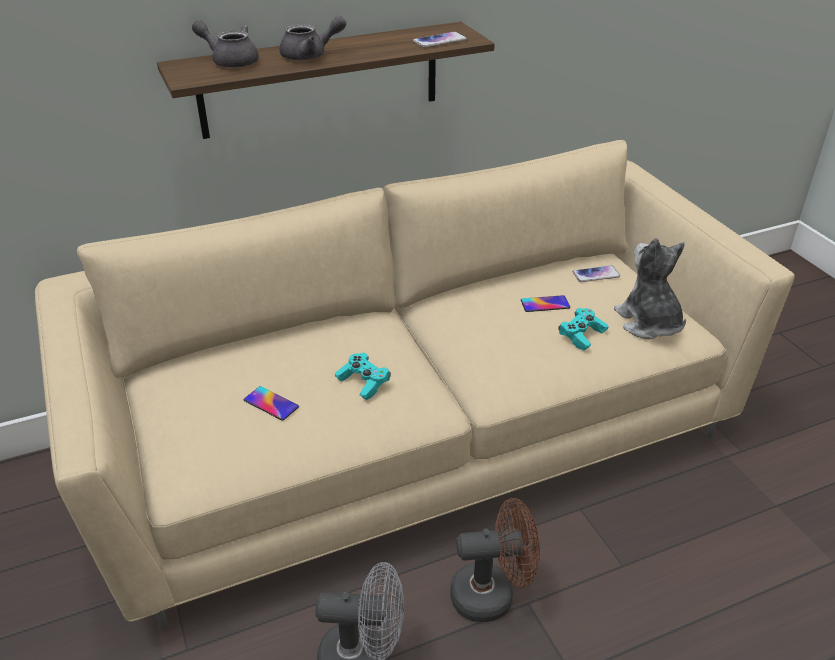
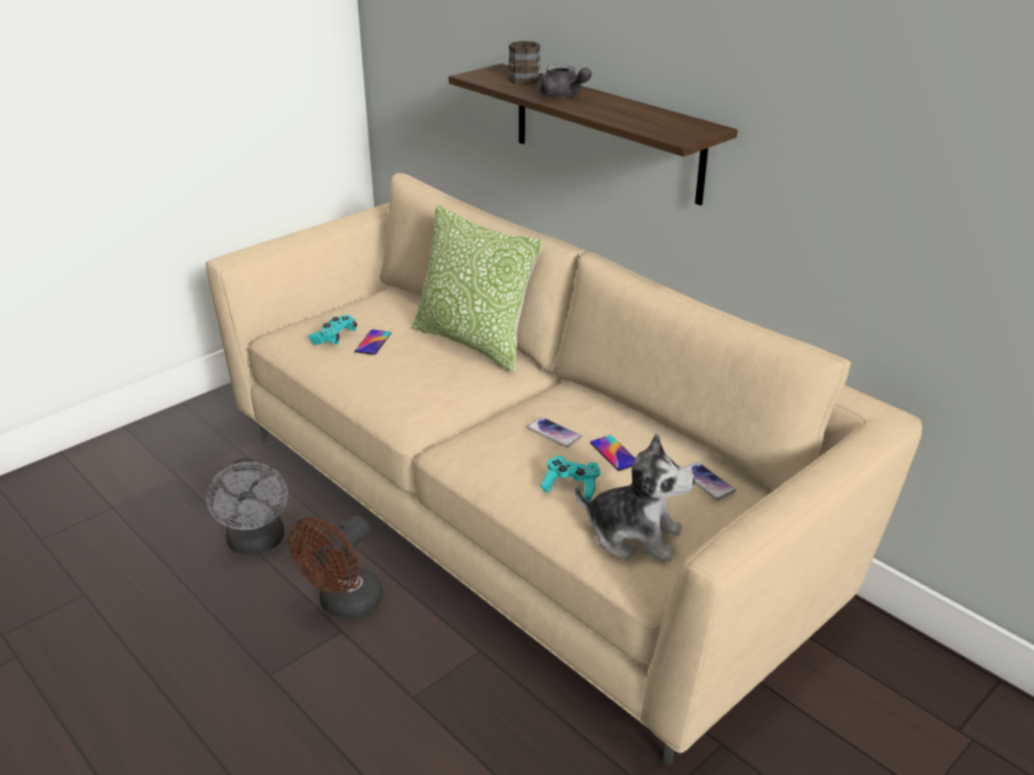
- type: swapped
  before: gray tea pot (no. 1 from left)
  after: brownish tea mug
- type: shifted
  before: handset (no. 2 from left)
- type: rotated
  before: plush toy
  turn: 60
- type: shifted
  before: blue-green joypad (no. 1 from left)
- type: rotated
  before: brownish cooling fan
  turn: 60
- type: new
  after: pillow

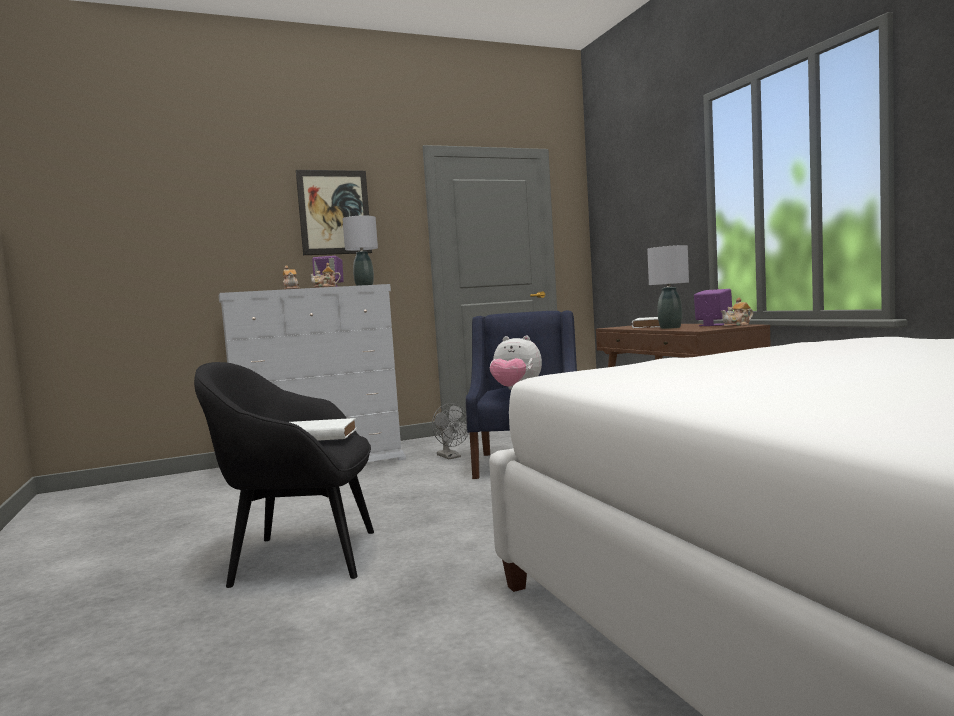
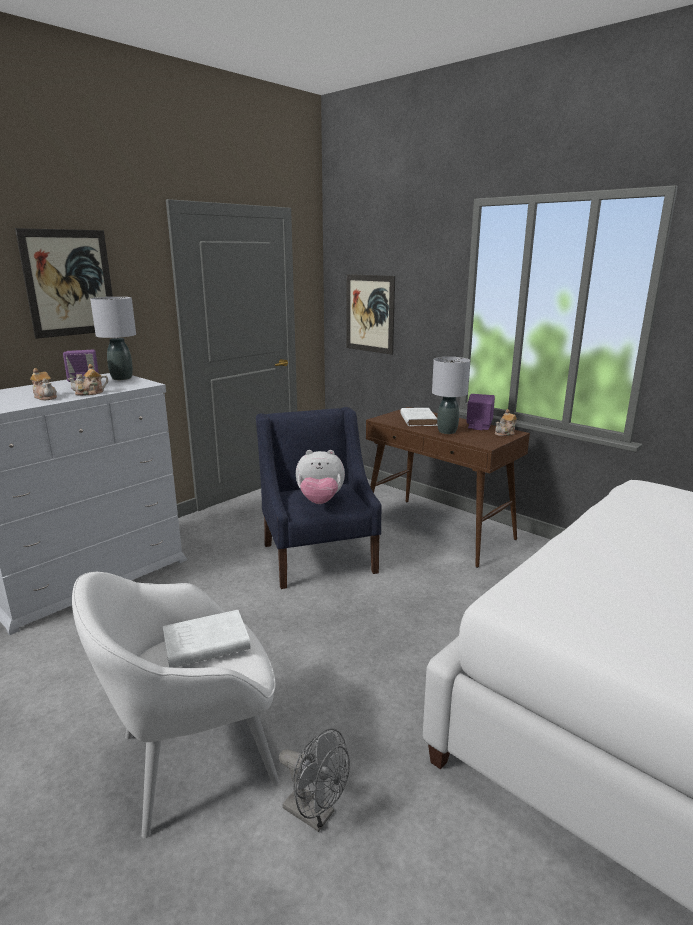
- type: repainted
  before: black-coloured lounge chair
  after: whitish lounge chair
- type: shifted
  before: gray cooling fan
- type: new
  after: wall art (no. 2 from left)

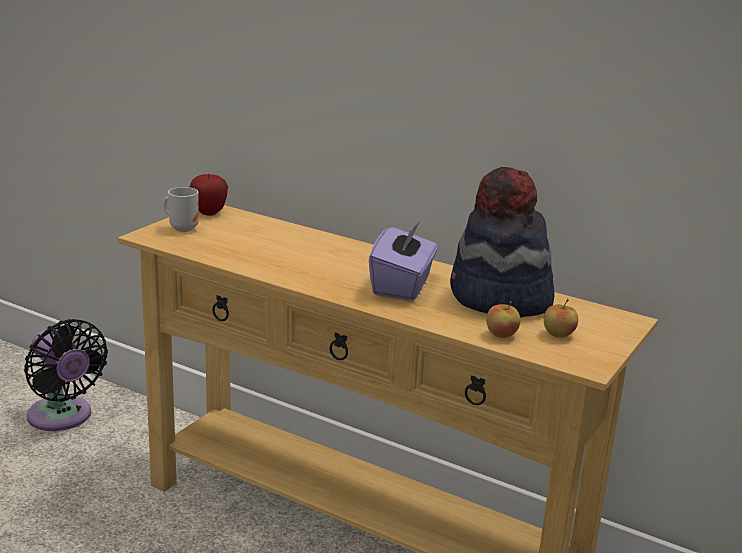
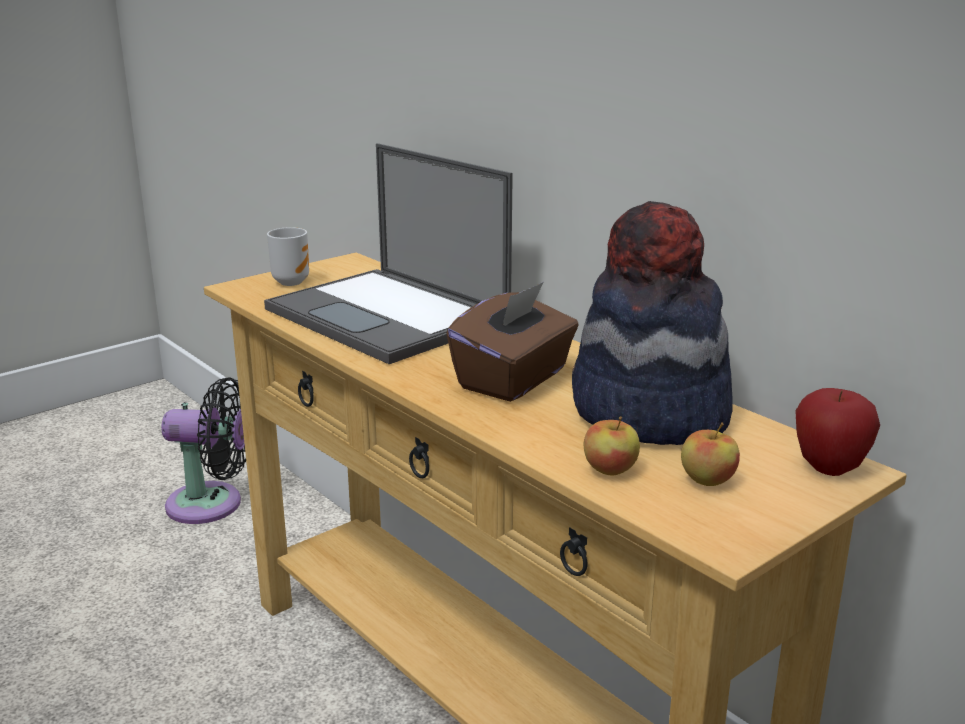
- type: shifted
  before: whole apple (no. 1 from left in the first image)
  after: whole apple (no. 3 from left)
- type: repainted
  before: purplish tissue box
  after: brownish tissue box
- type: rotated
  before: black-coloured cooling fan
  turn: -60
- type: new
  after: notebook computer

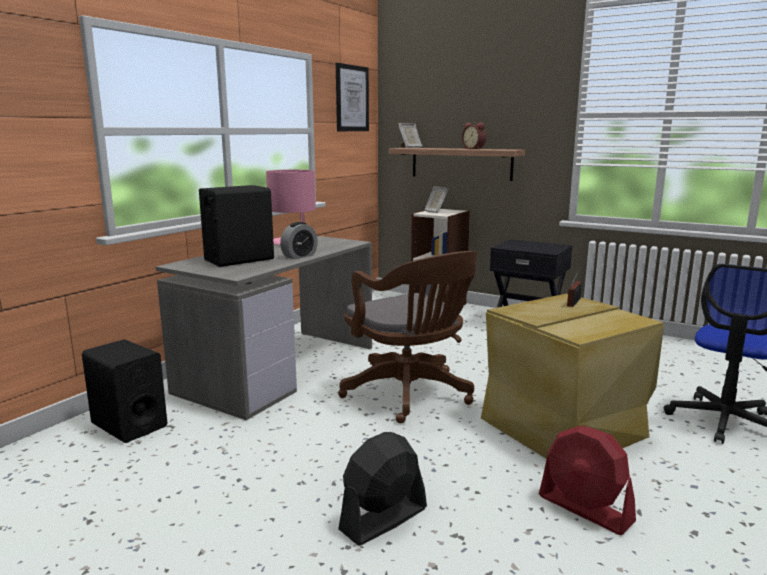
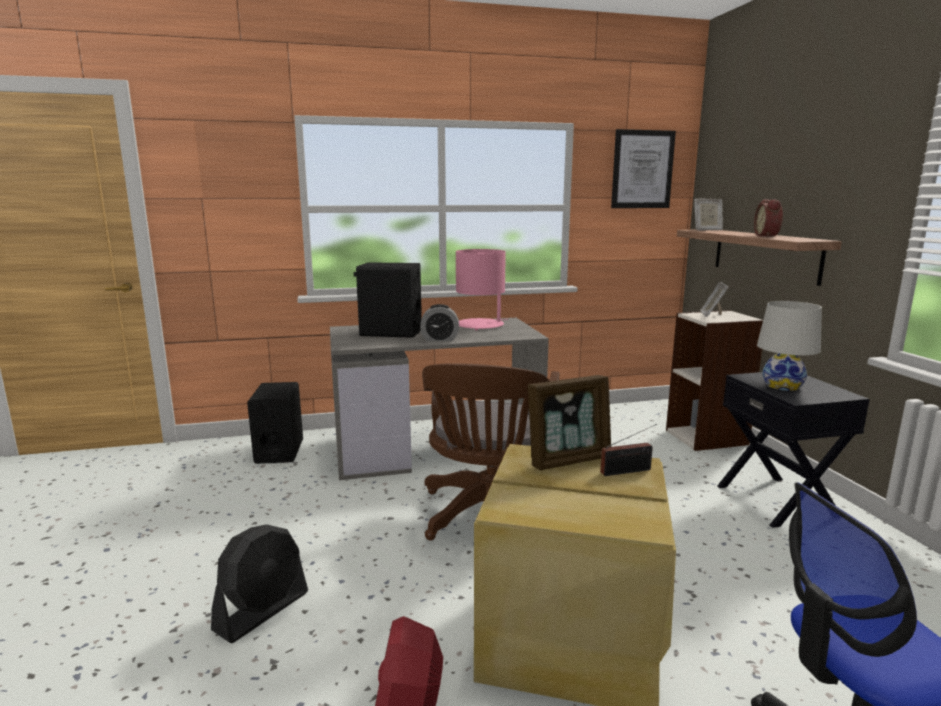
- type: rotated
  before: black-coloured cooling fan
  turn: 120
- type: new
  after: whitish lamp for a table
- type: new
  after: standing frame (no. 1 from left)

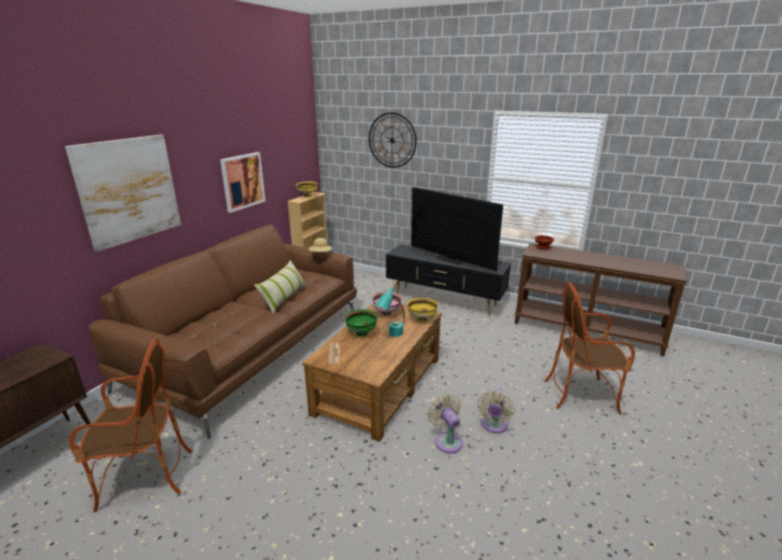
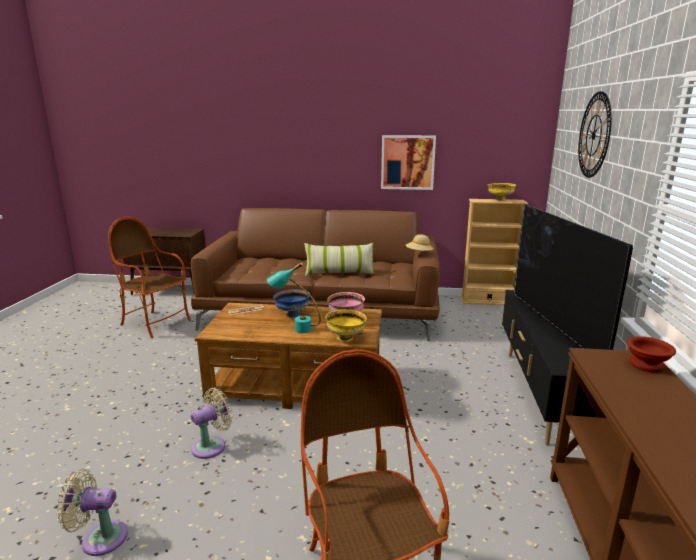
- type: gone
  before: wall art (no. 1 from left)
- type: rotated
  before: television
  turn: 150
- type: repainted
  before: green-coloured serving bowl
  after: blue-coloured serving bowl
- type: rotated
  before: lounge chair (no. 1 from left)
  turn: 150
- type: shifted
  before: sand-coloured cooling fan (no. 2 from left in the first image)
  after: sand-coloured cooling fan (no. 1 from left)

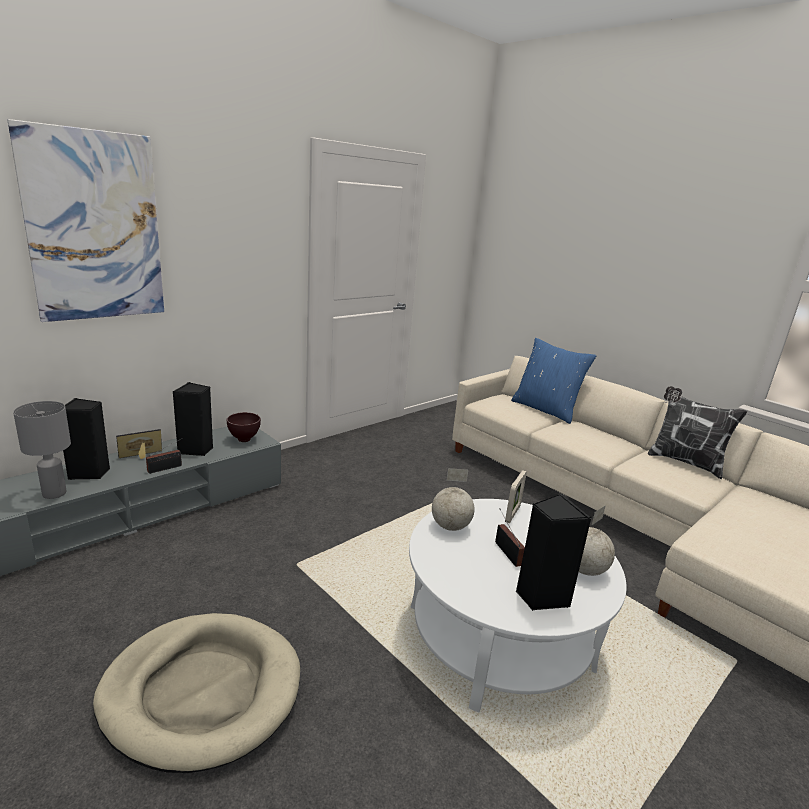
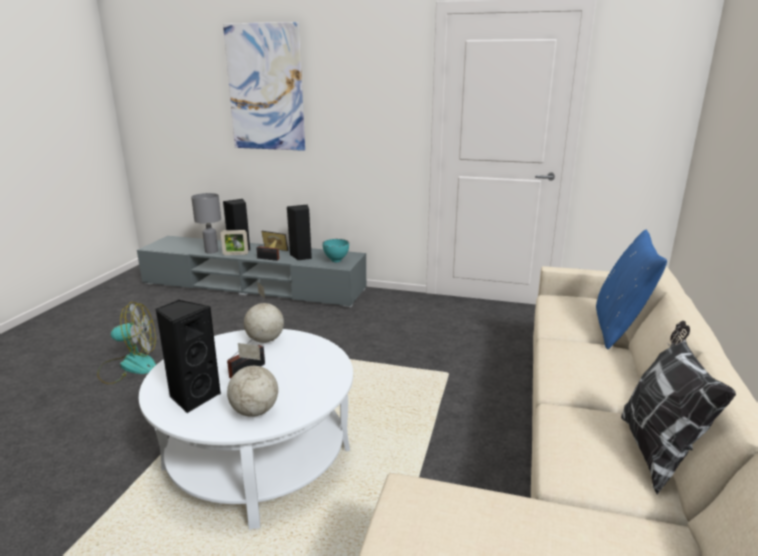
- type: repainted
  before: brownish serving bowl
  after: blue-green serving bowl
- type: shifted
  before: standing frame (no. 2 from left in the first image)
  after: standing frame (no. 1 from left)
- type: swapped
  before: sand-coloured pet bed
  after: cooling fan

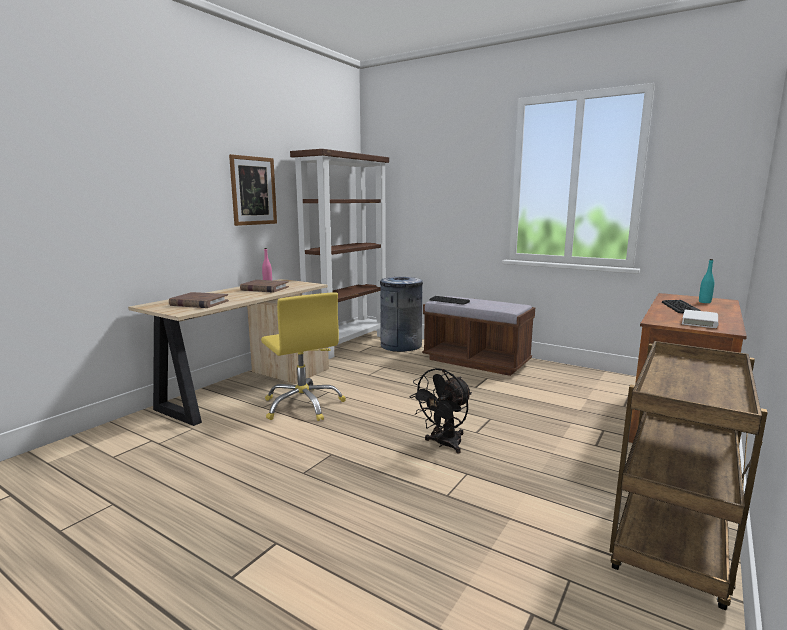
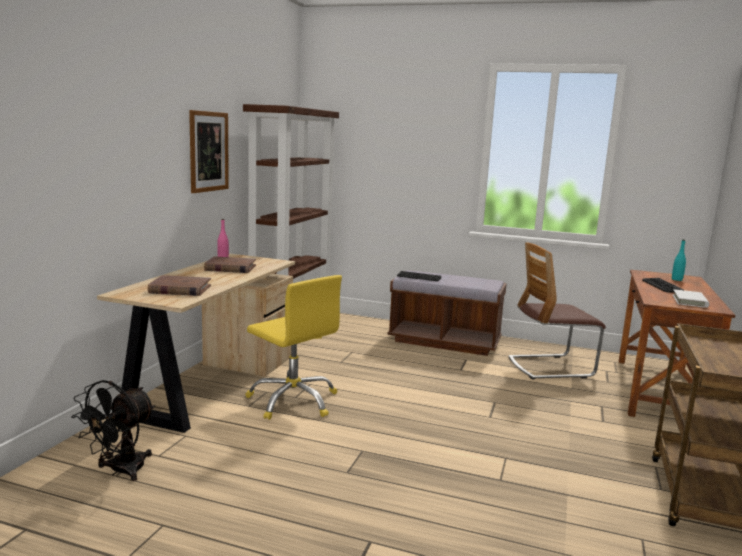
- type: gone
  before: gray trash can
- type: shifted
  before: black-coloured cooling fan
- type: new
  after: plain chair

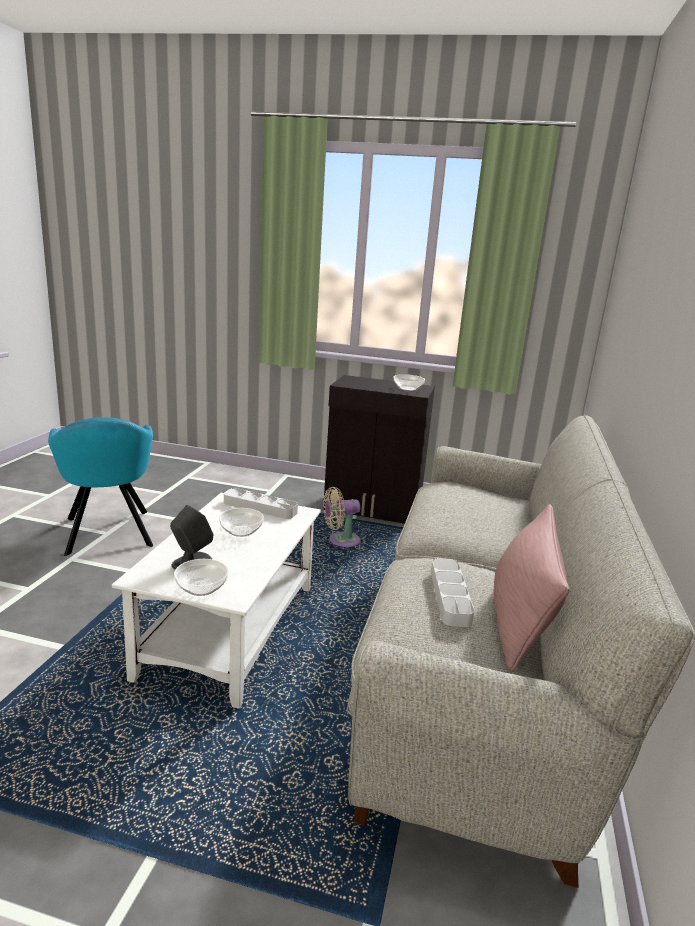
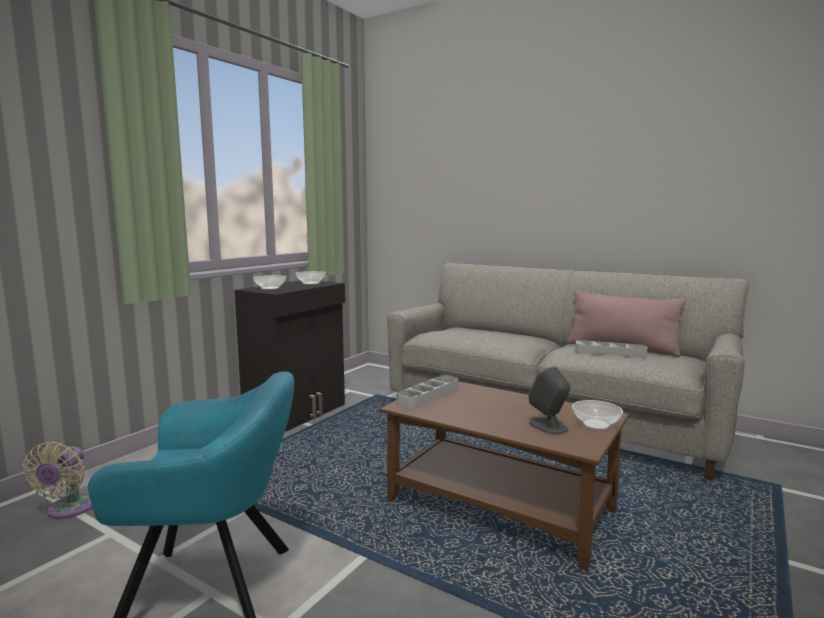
- type: shifted
  before: sand-coloured cooling fan
- type: repainted
  before: whitish coffee table
  after: brownish coffee table
- type: shifted
  before: serving bowl (no. 2 from left in the first image)
  after: serving bowl (no. 1 from left)

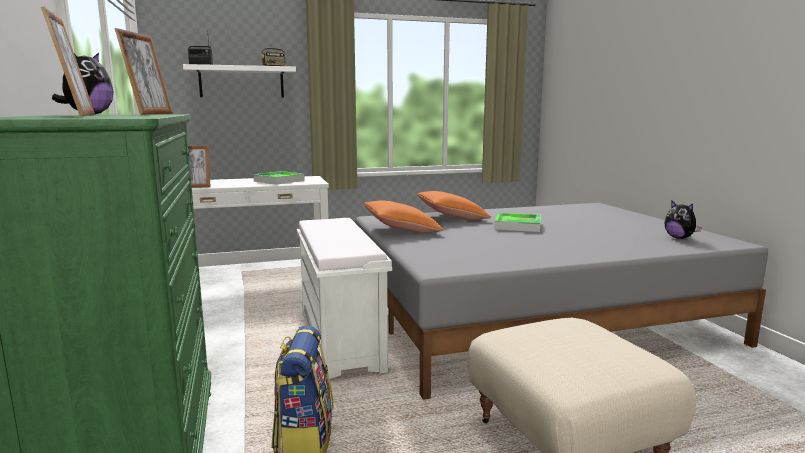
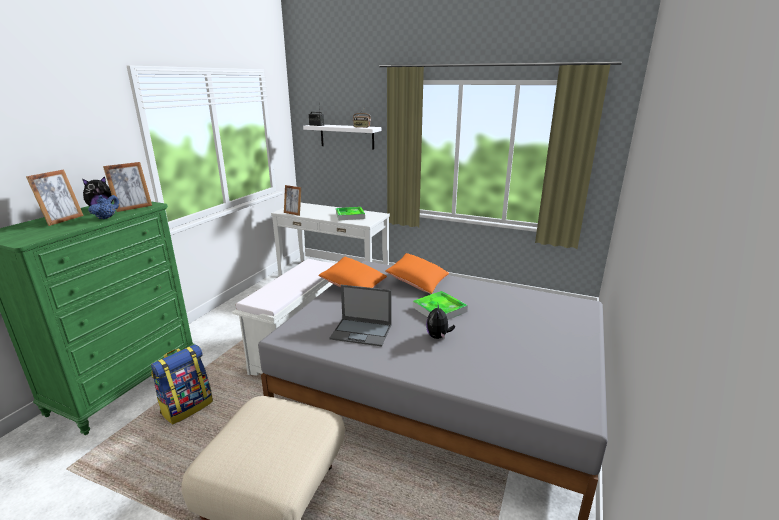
- type: shifted
  before: plush toy (no. 2 from left)
- type: new
  after: blue-coloured tea pot
- type: new
  after: notebook computer

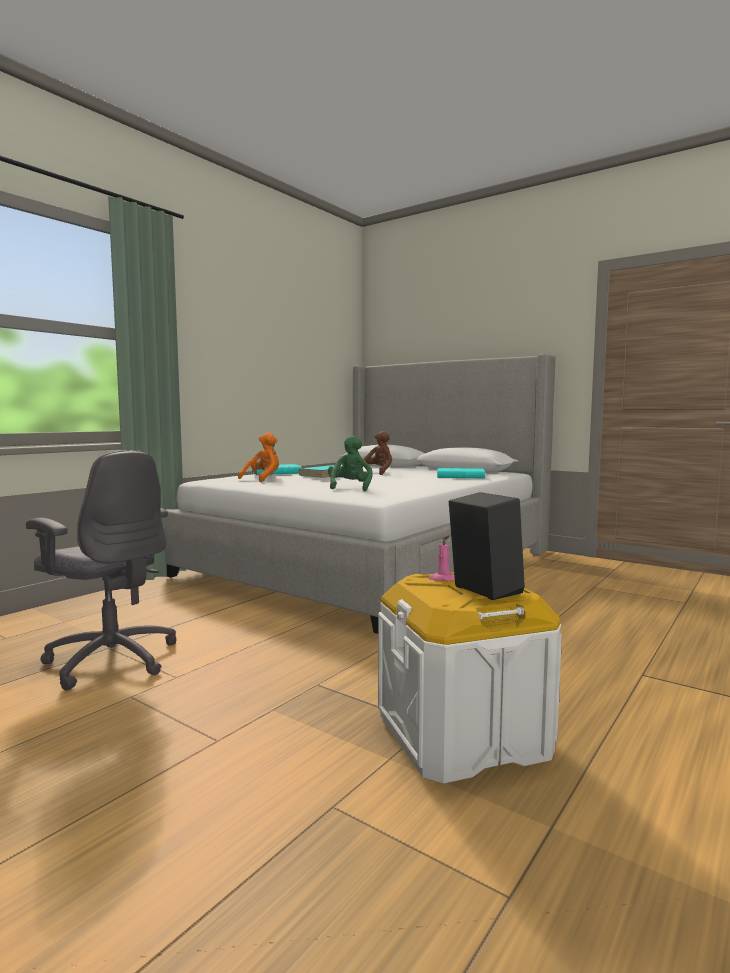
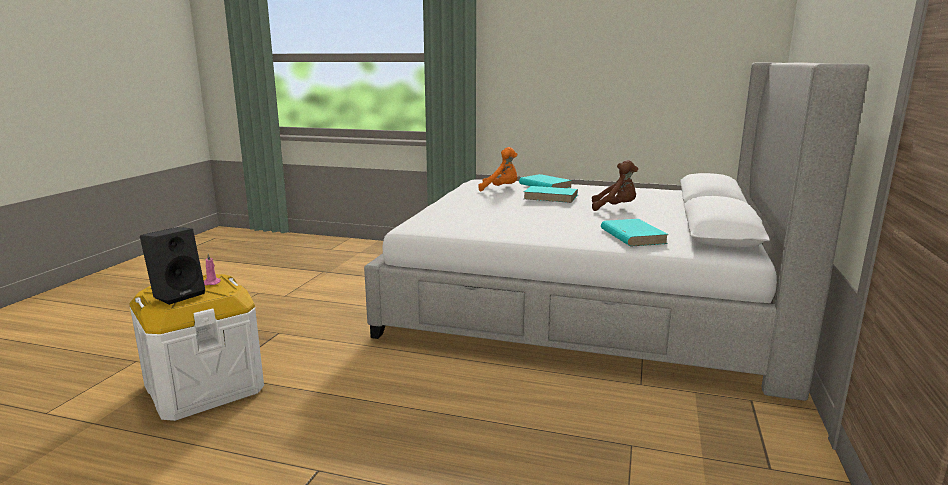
- type: gone
  before: green-coloured plush toy
- type: gone
  before: gray office chair

